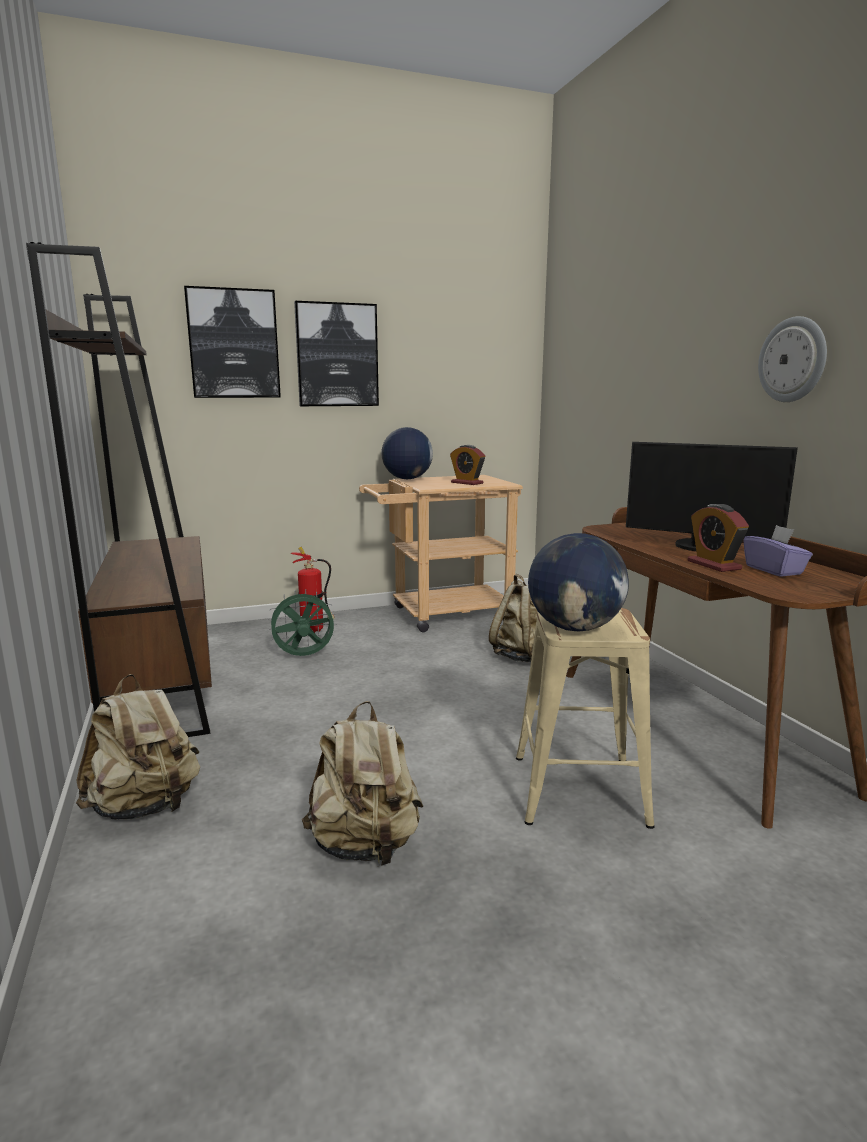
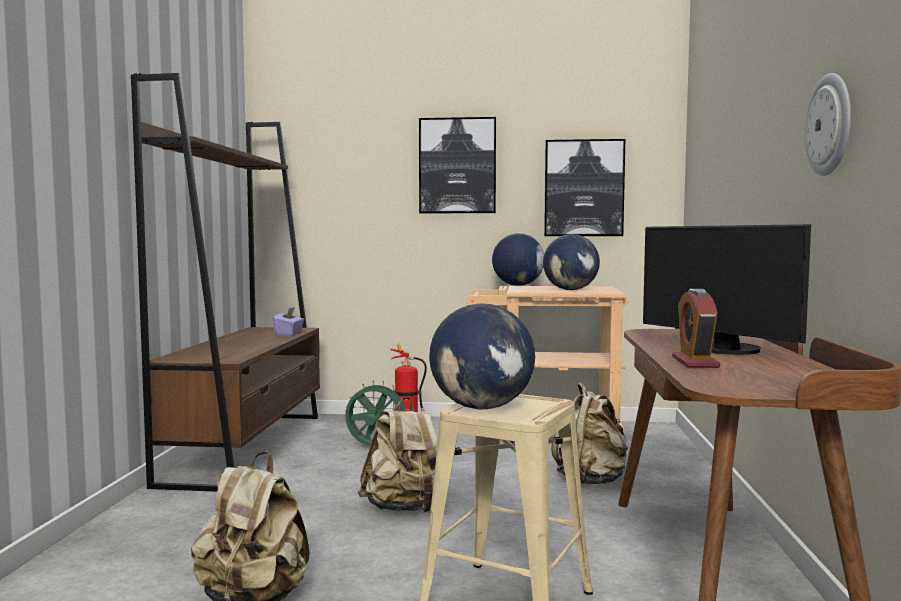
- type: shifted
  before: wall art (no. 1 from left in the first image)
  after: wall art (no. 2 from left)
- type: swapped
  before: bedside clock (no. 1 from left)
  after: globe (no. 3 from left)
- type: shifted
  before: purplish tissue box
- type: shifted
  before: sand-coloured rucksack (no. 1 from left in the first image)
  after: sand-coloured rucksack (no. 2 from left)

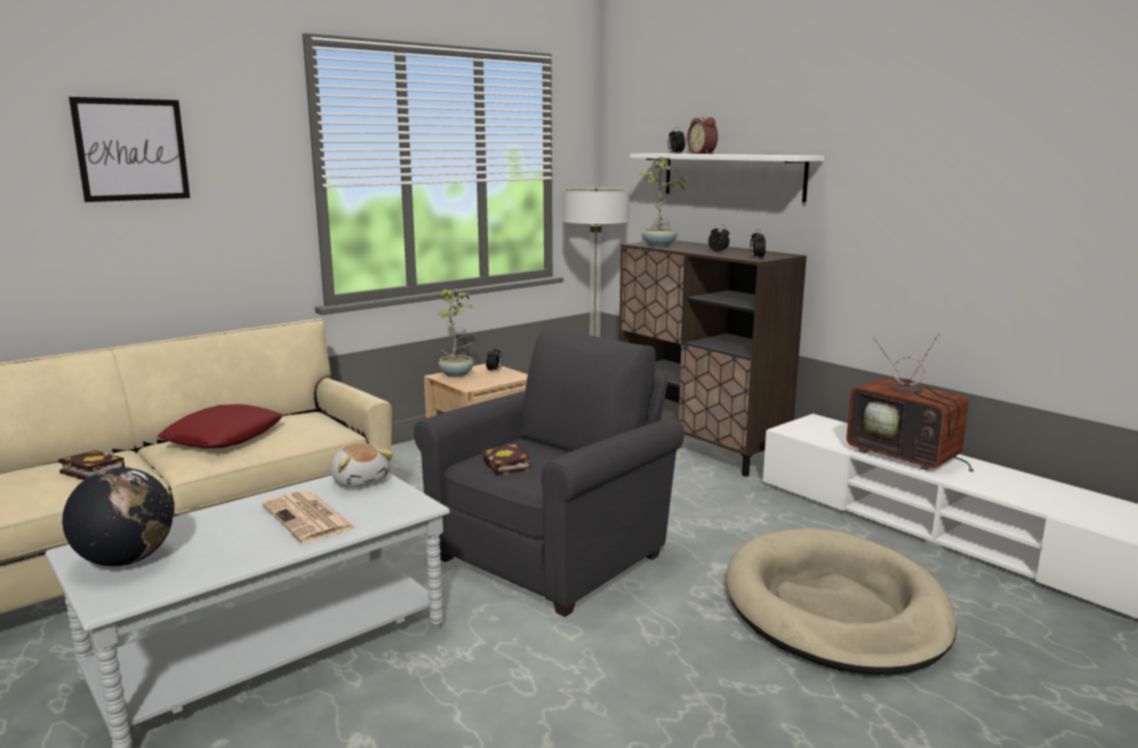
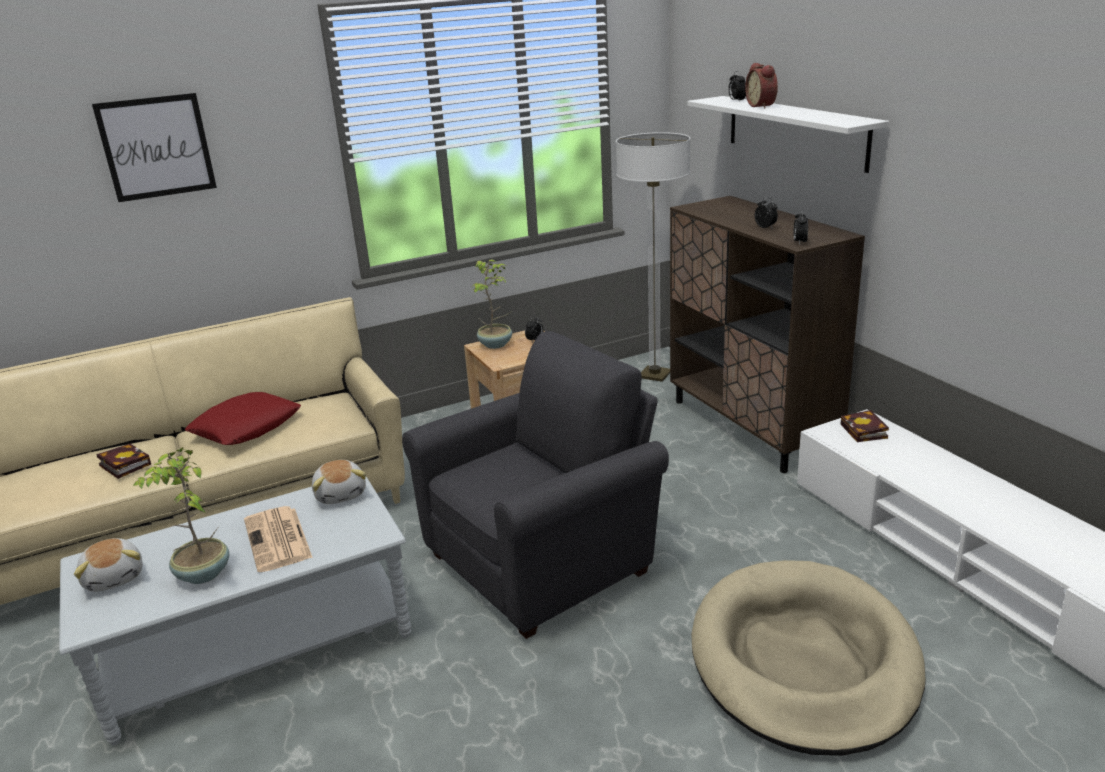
- type: shifted
  before: houseplant (no. 2 from left in the first image)
  after: houseplant (no. 1 from left)
- type: gone
  before: television
- type: shifted
  before: book (no. 2 from left)
- type: swapped
  before: globe
  after: plush toy (no. 1 from left)

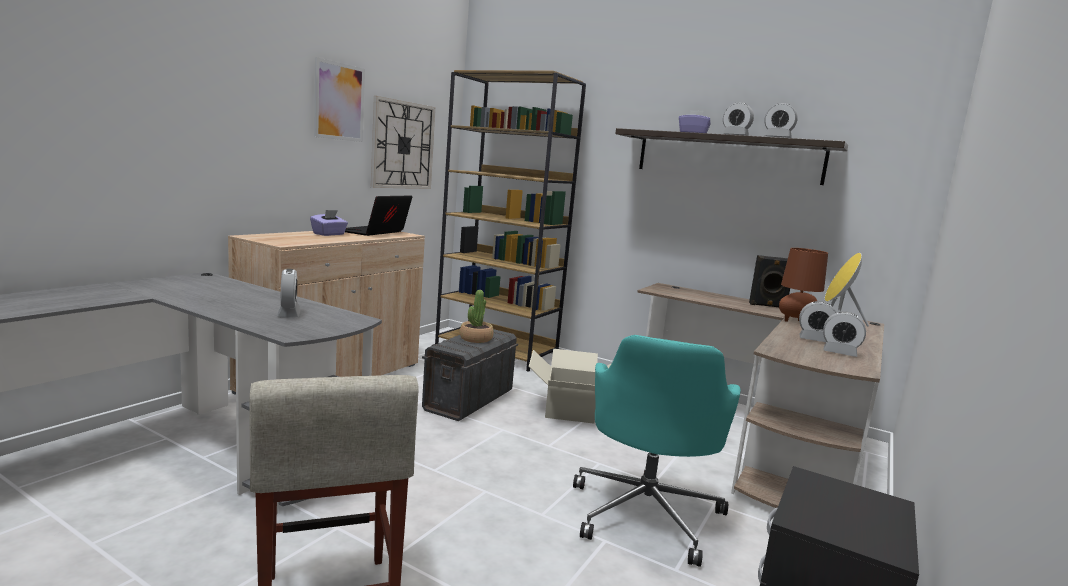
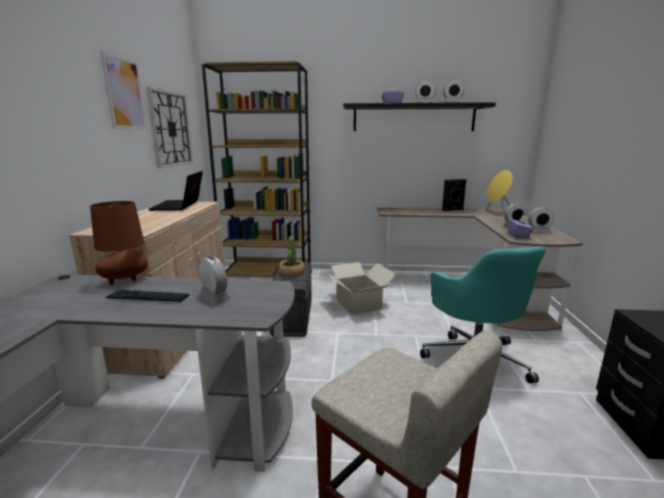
- type: shifted
  before: purplish tissue box (no. 1 from left in the first image)
  after: purplish tissue box (no. 2 from left)
- type: shifted
  before: brownish lamp for a table
- type: new
  after: computer keyboard

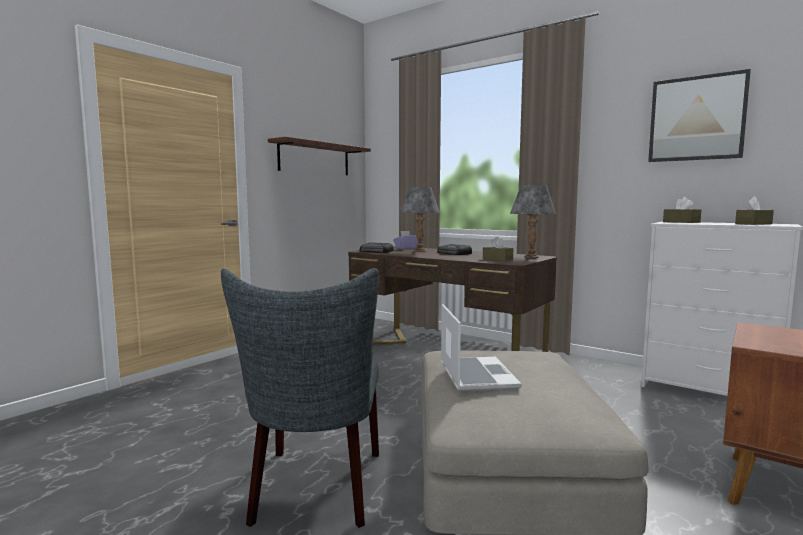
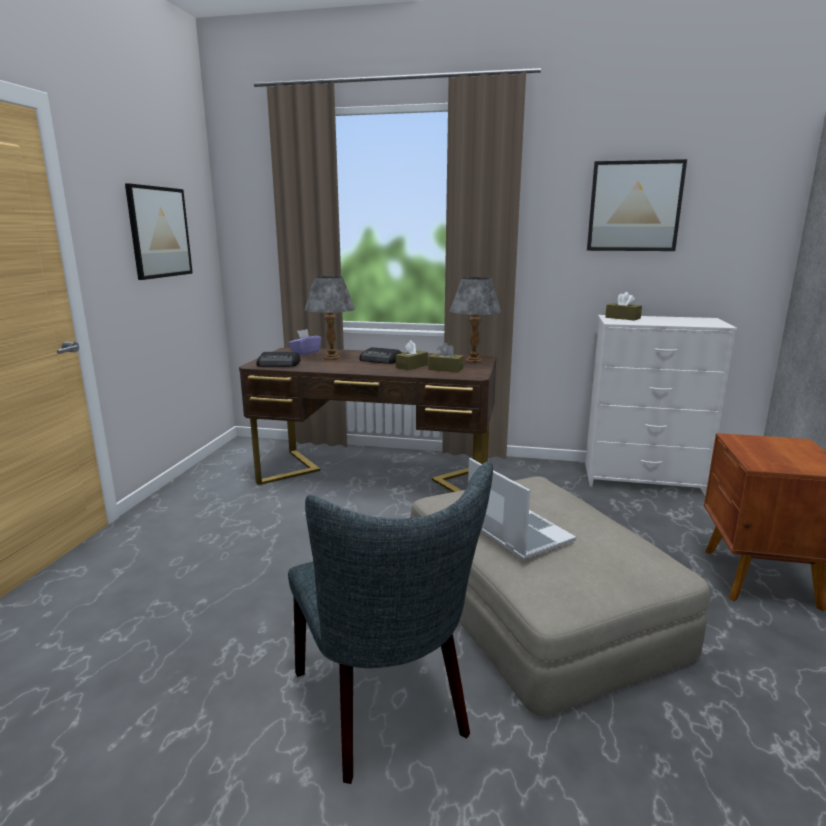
- type: swapped
  before: brownish wall shelf
  after: wall art (no. 1 from left)
- type: shifted
  before: brownish tissue box (no. 3 from left in the first image)
  after: brownish tissue box (no. 1 from left)

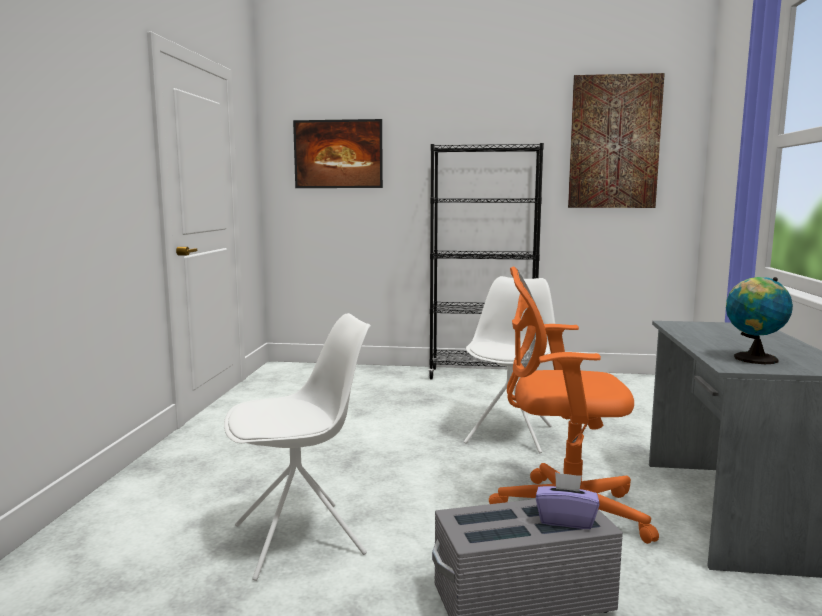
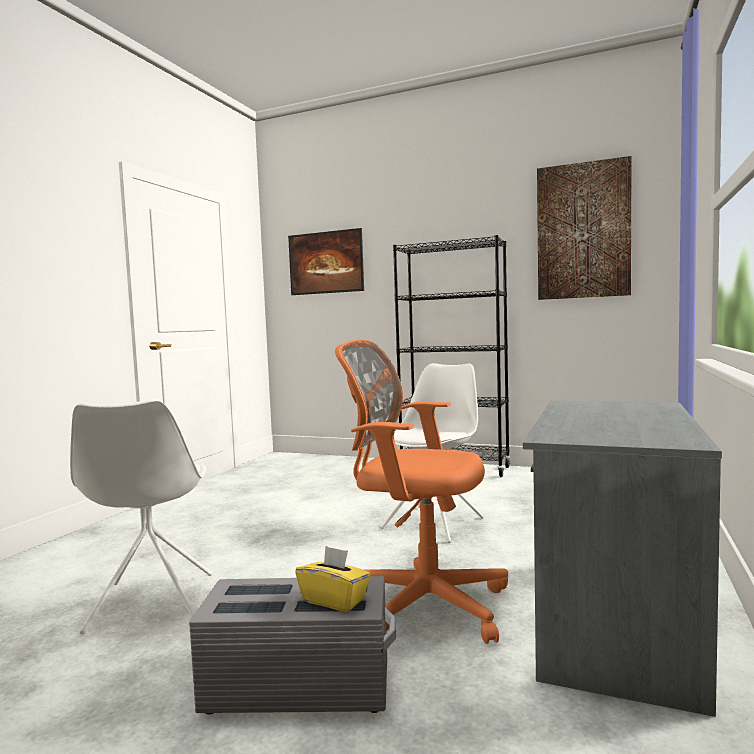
- type: gone
  before: globe
- type: rotated
  before: whitish plain chair (no. 1 from left)
  turn: 90
- type: repainted
  before: purplish tissue box
  after: yellow tissue box

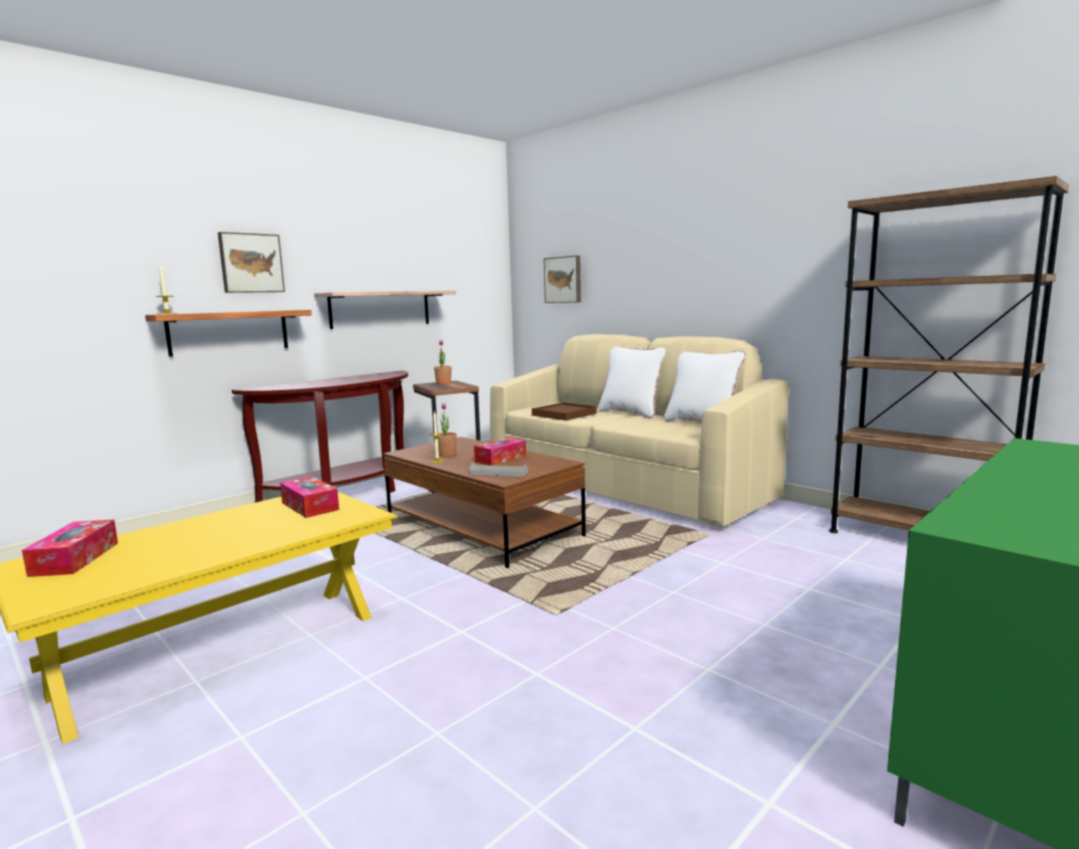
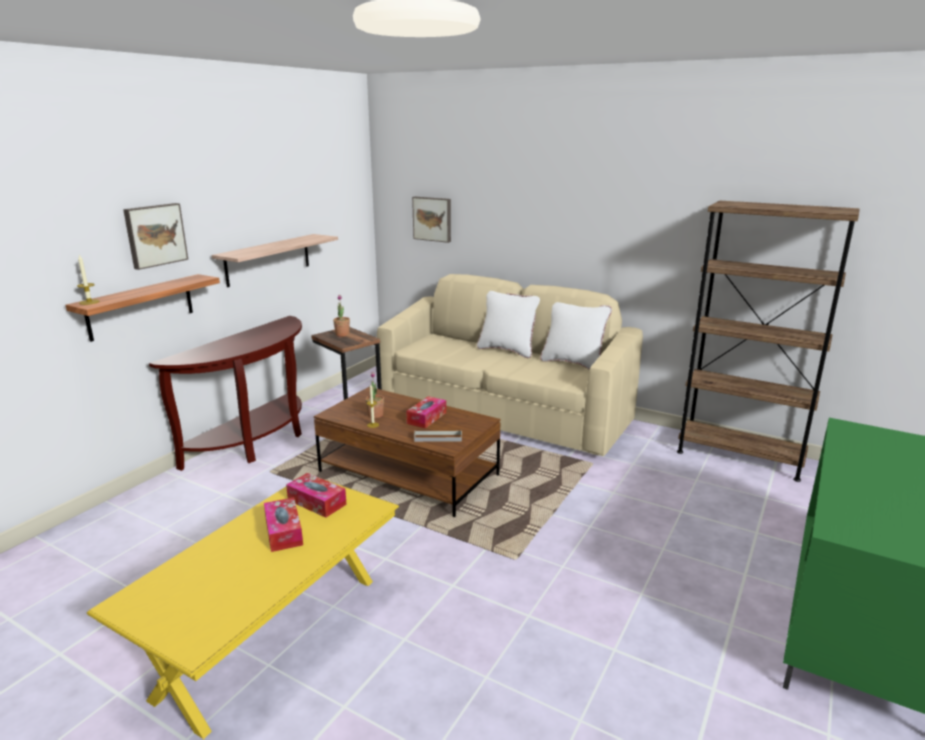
- type: gone
  before: brownish carrying tray
- type: shifted
  before: tissue box (no. 1 from left)

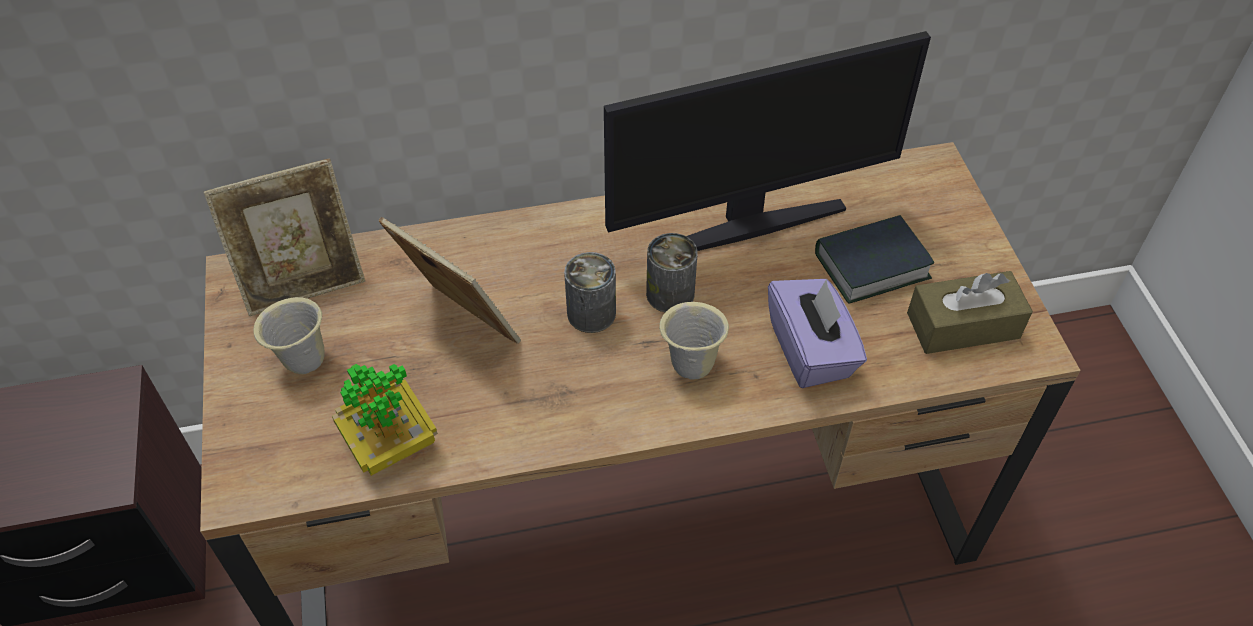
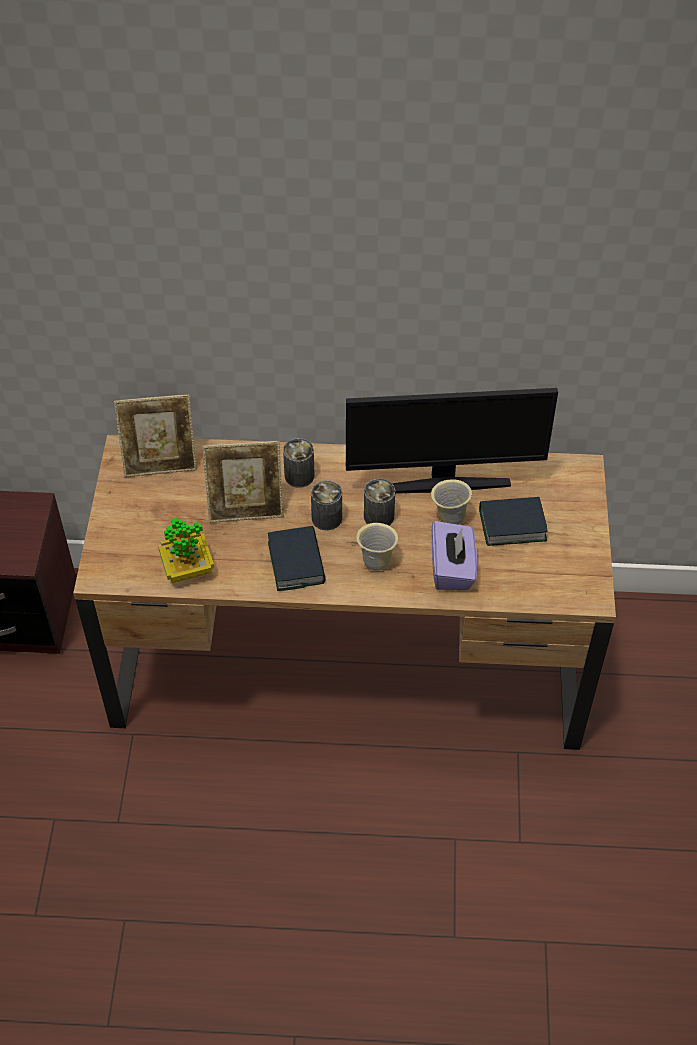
- type: rotated
  before: standing frame (no. 2 from left)
  turn: 120
- type: gone
  before: brownish tissue box
- type: shifted
  before: sand-coloured tea mug (no. 1 from left in the first image)
  after: sand-coloured tea mug (no. 2 from left)
- type: new
  after: metal can (no. 1 from left)
- type: new
  after: book (no. 1 from left)

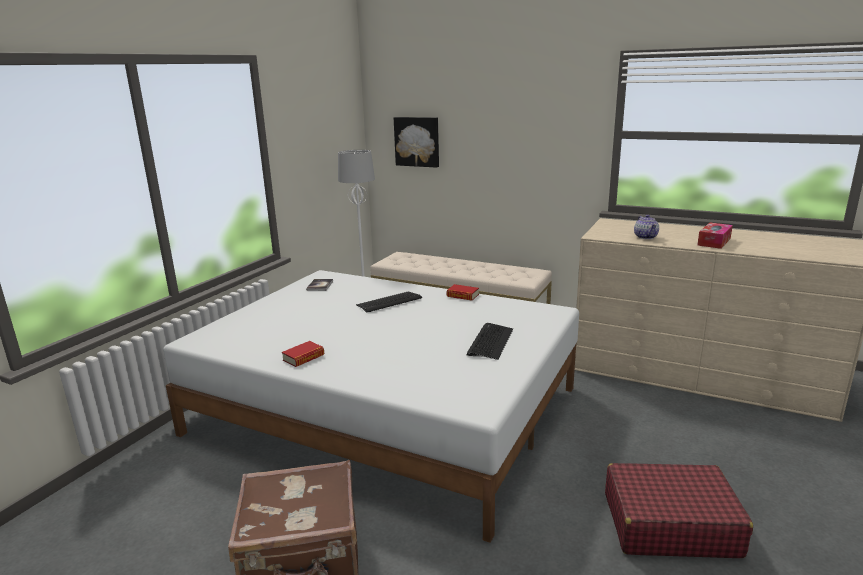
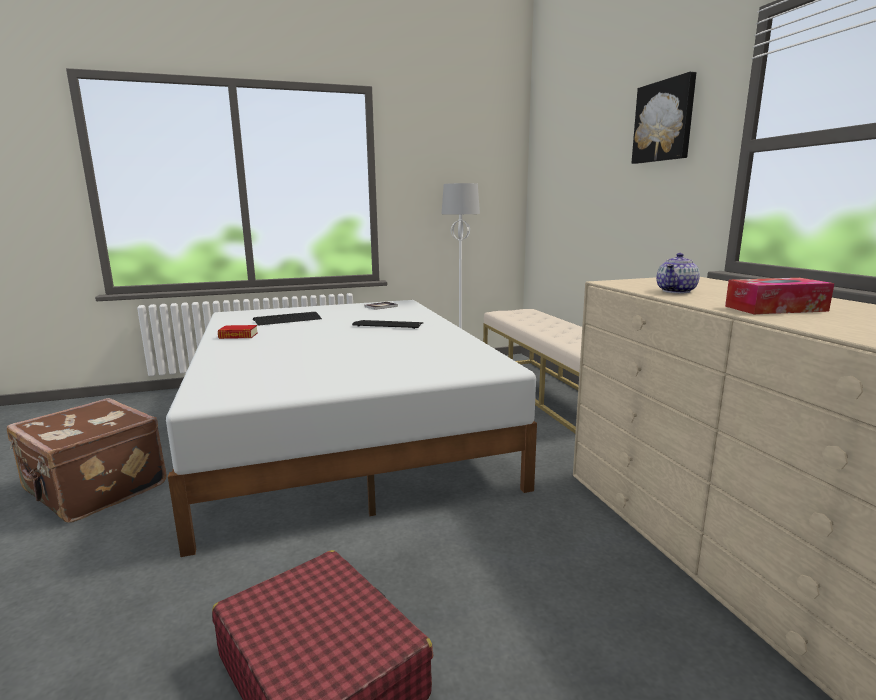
- type: shifted
  before: wall art
- type: gone
  before: book (no. 3 from left)
- type: shifted
  before: computer keyboard (no. 2 from left in the first image)
  after: computer keyboard (no. 1 from left)

